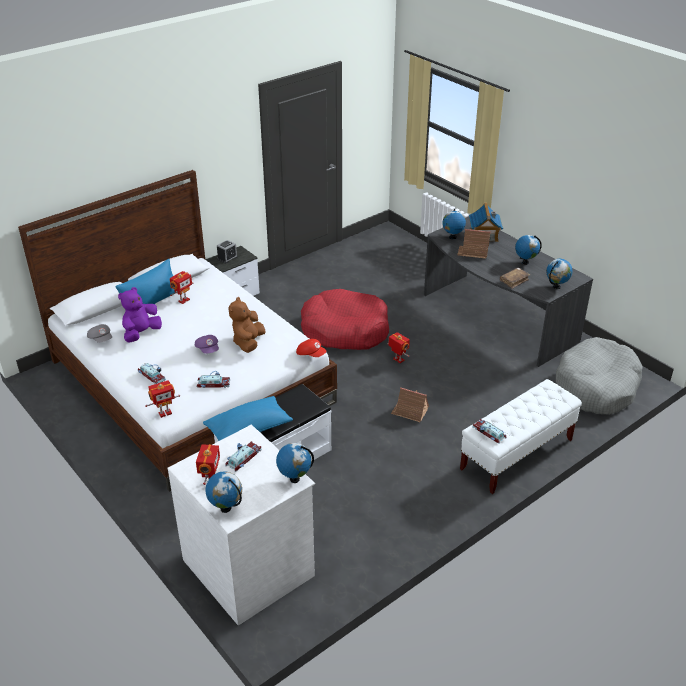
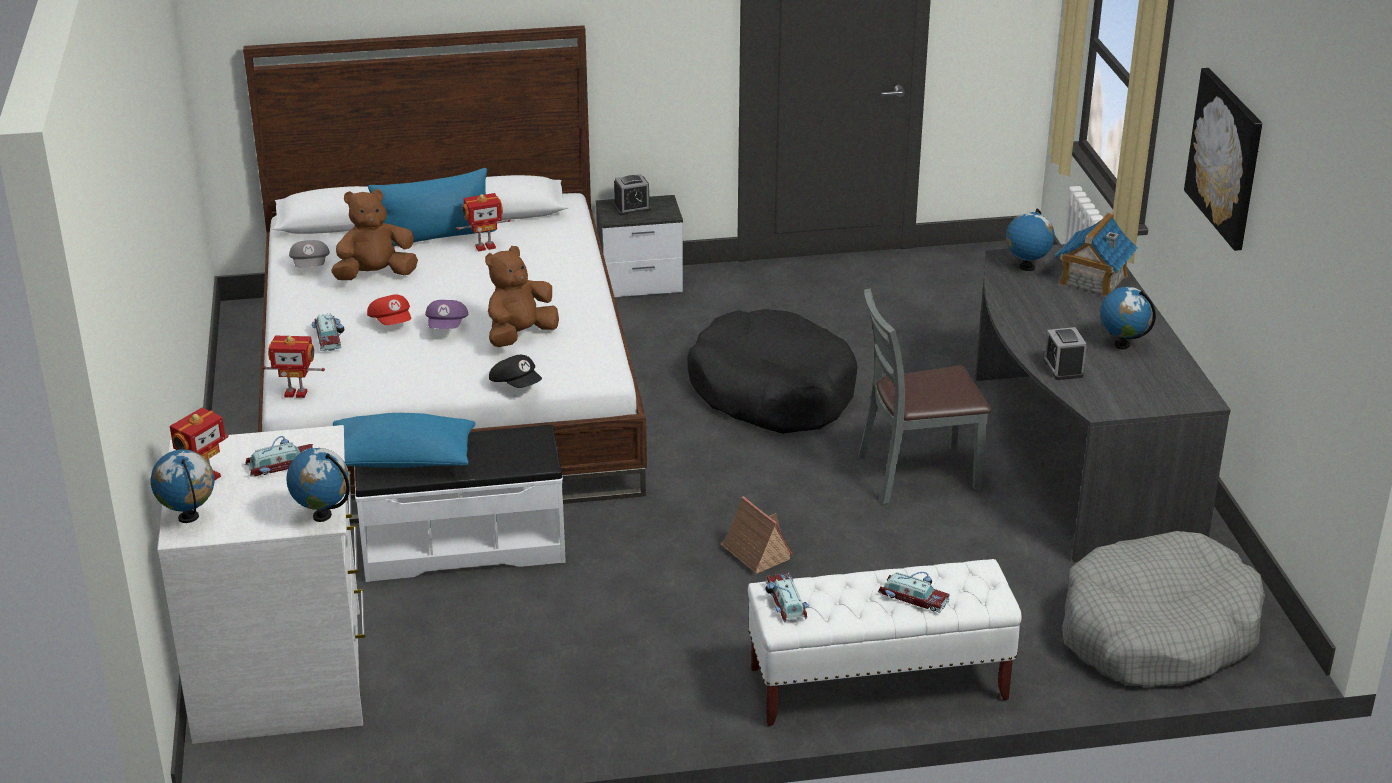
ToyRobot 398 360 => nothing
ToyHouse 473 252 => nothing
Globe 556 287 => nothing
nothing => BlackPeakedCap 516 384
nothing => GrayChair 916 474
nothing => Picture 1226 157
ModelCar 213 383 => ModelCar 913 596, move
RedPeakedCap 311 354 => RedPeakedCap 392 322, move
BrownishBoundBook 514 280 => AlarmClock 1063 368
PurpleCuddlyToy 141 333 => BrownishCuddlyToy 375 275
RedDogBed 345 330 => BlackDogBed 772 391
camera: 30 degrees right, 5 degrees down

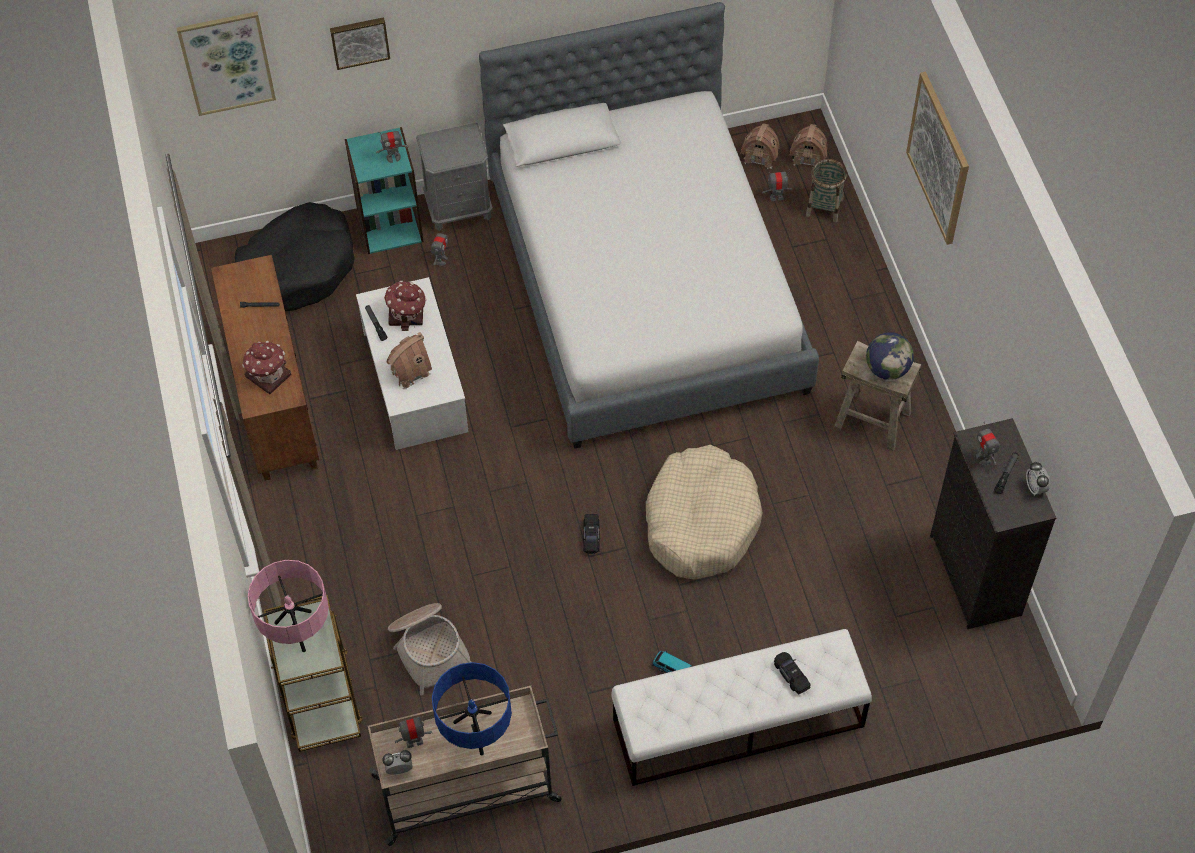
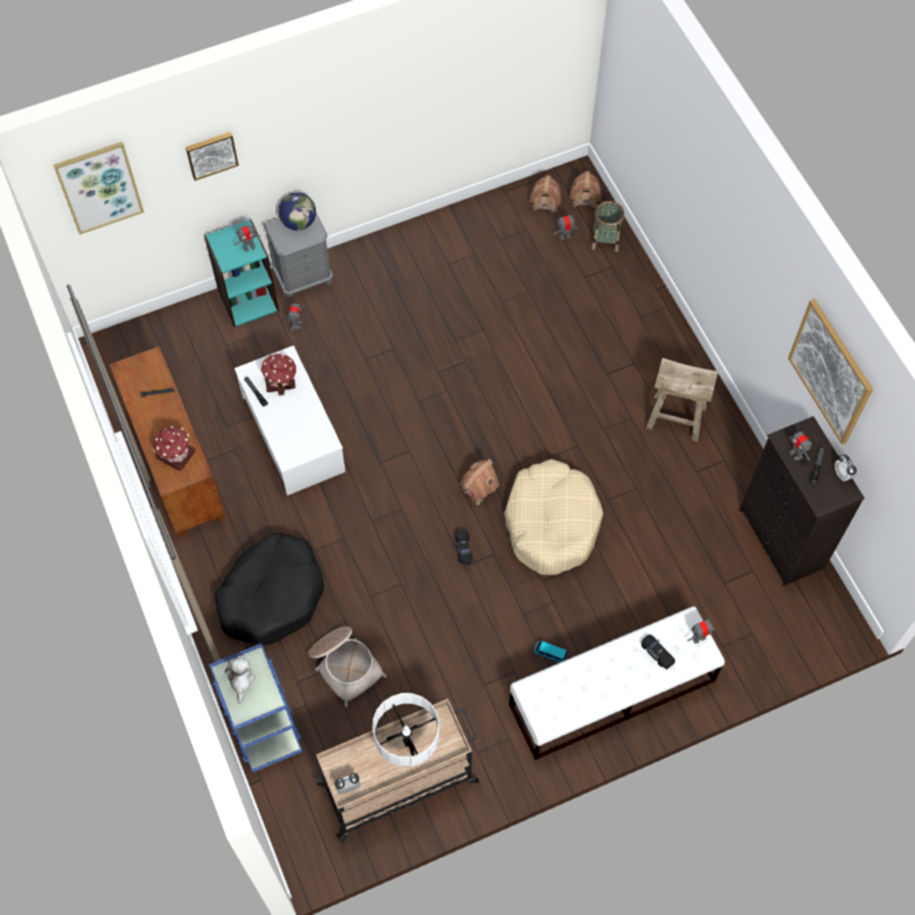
SleepingBed 646 285 => nothing
BlackDogBed 298 267 => BlackDogBed 272 595, move
ToyHouse 410 371 => ToyHouse 478 488, move
ToyRobot 414 742 => ToyRobot 699 638, move
Globe 887 369 => Globe 298 222, move
Picture 939 158 => Picture 830 371, move
PinkColouredLampForATable 297 633 => CuddlyToy 241 680
BrownishTrolley 320 697 => BlueTrolley 261 720
BlueLampForATable 476 734 => WhiteLampForATable 408 747
camera: 10 degrees left, 5 degrees up

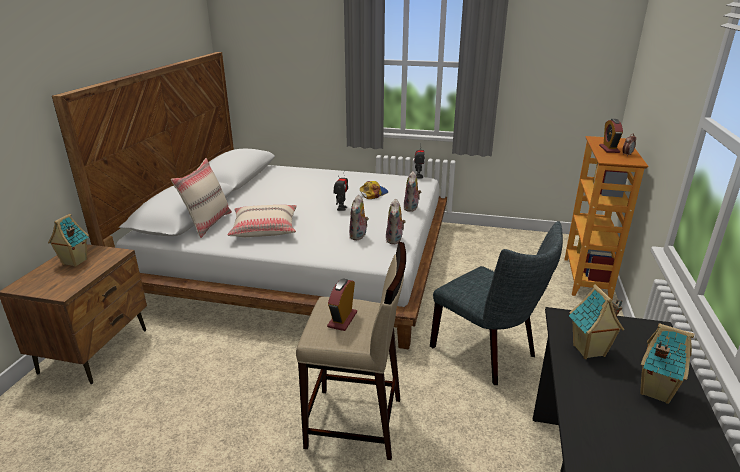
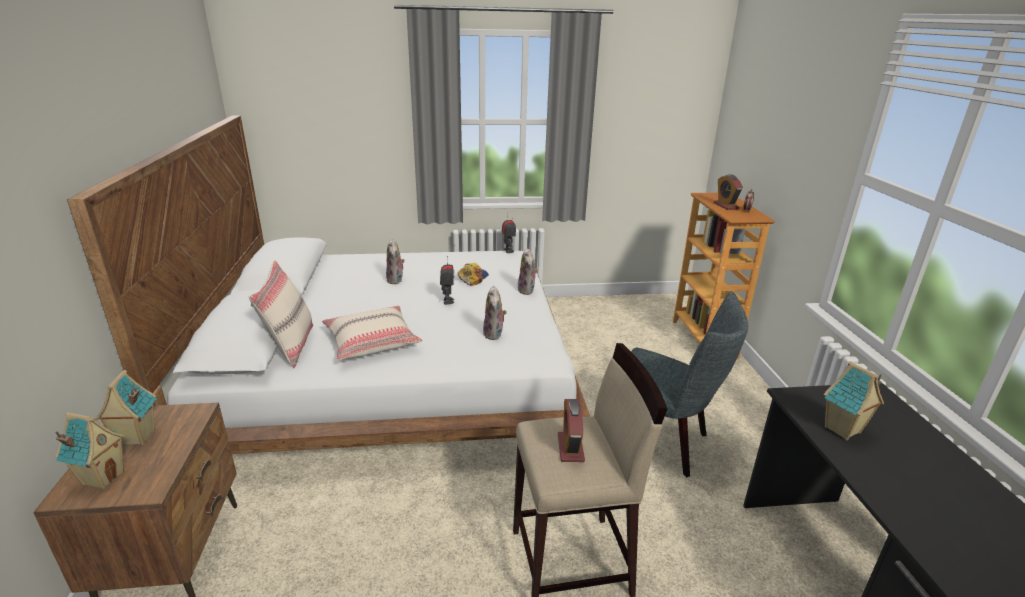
CuddlyToy 395 240 => CuddlyToy 396 280, move
ToyHouse 654 390 => ToyHouse 103 477, move
camera: 20 degrees left, 0 degrees up

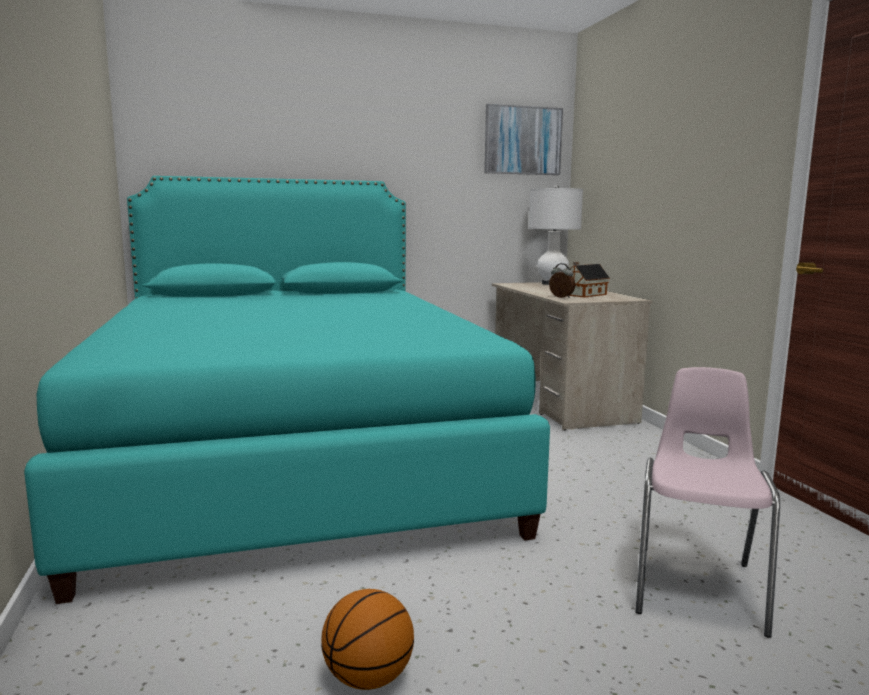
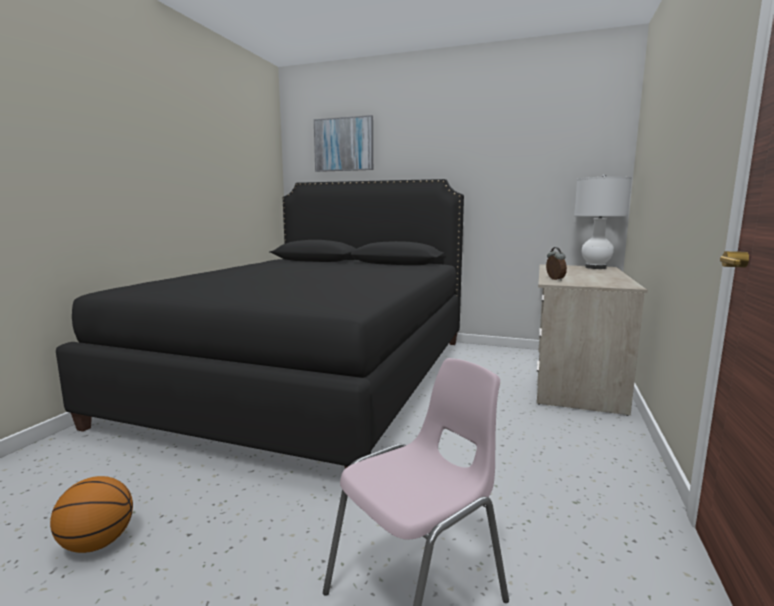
ToyHouse 583 295 => nothing
Picture 522 140 => Picture 344 144, move
TurquoiseSleepingBed 293 455 => BlackSleepingBed 313 376
camera: 35 degrees right, 0 degrees up

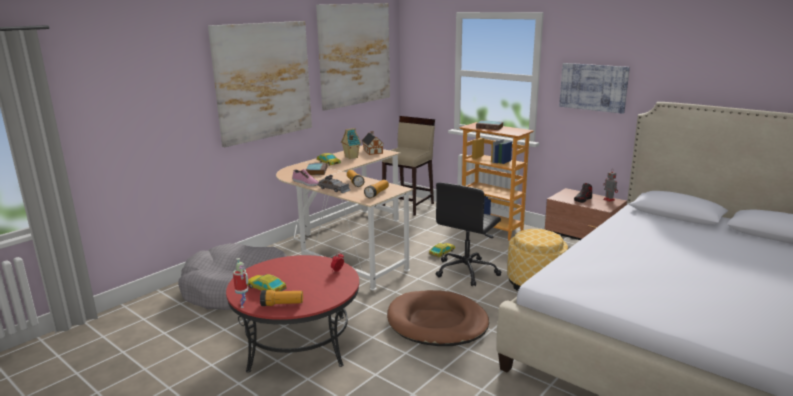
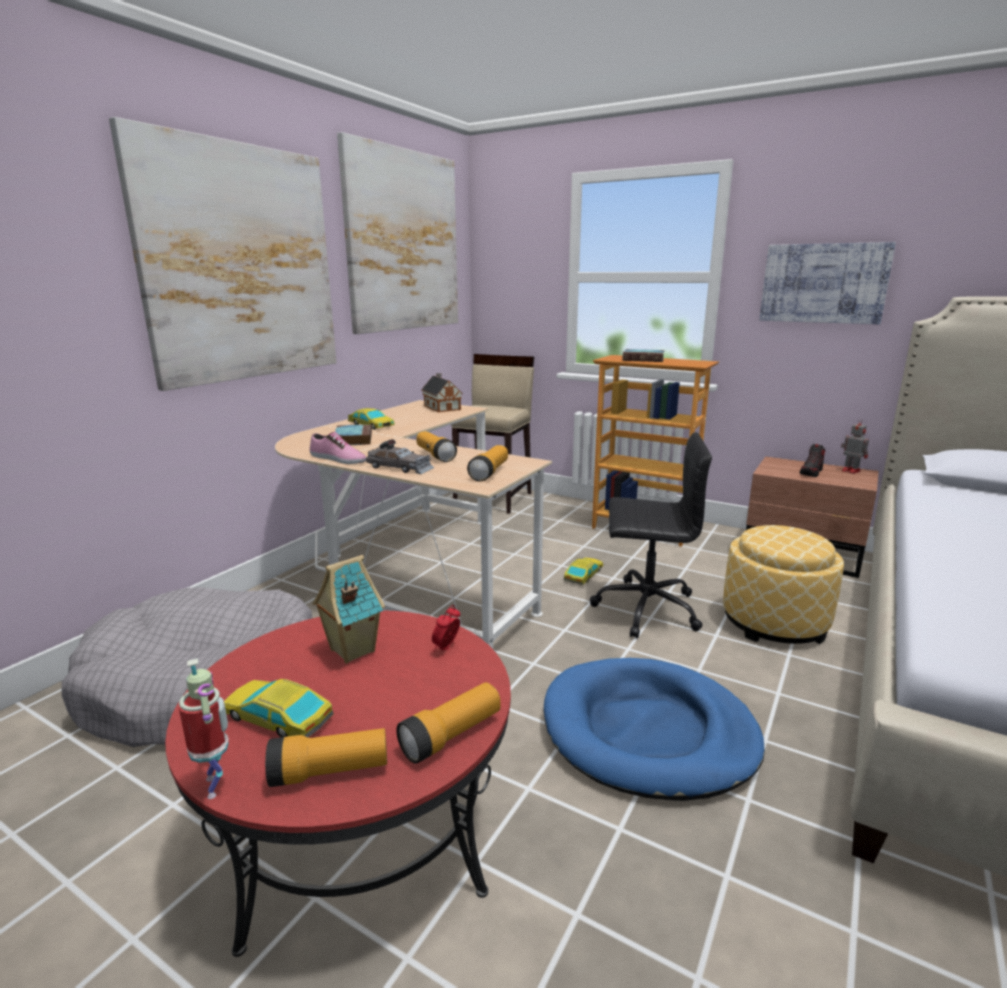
nothing => HandTorch 451 735
ToyHouse 351 157 => ToyHouse 351 651, move
BrownishDogBed 437 322 => BlueDogBed 648 732
BlackDeskChair 467 271 => BlackDeskChair 644 608, 105 degrees counterclockwise
camera: 10 degrees left, 0 degrees up

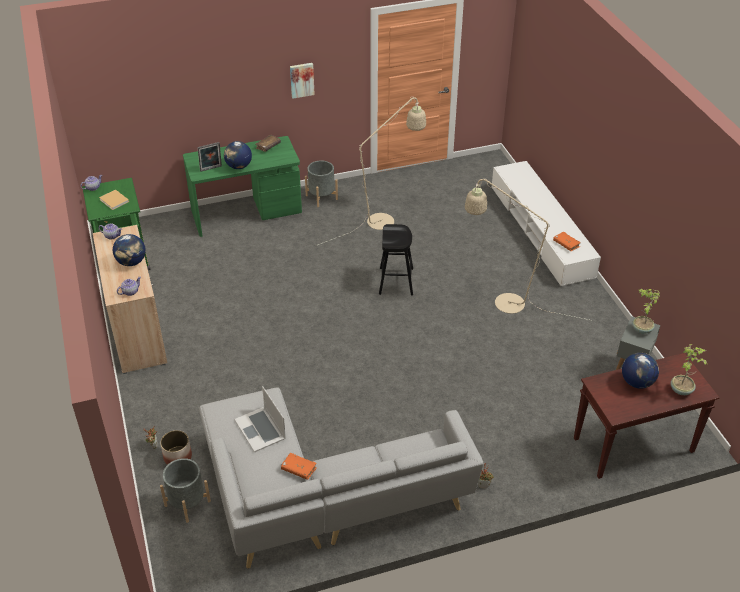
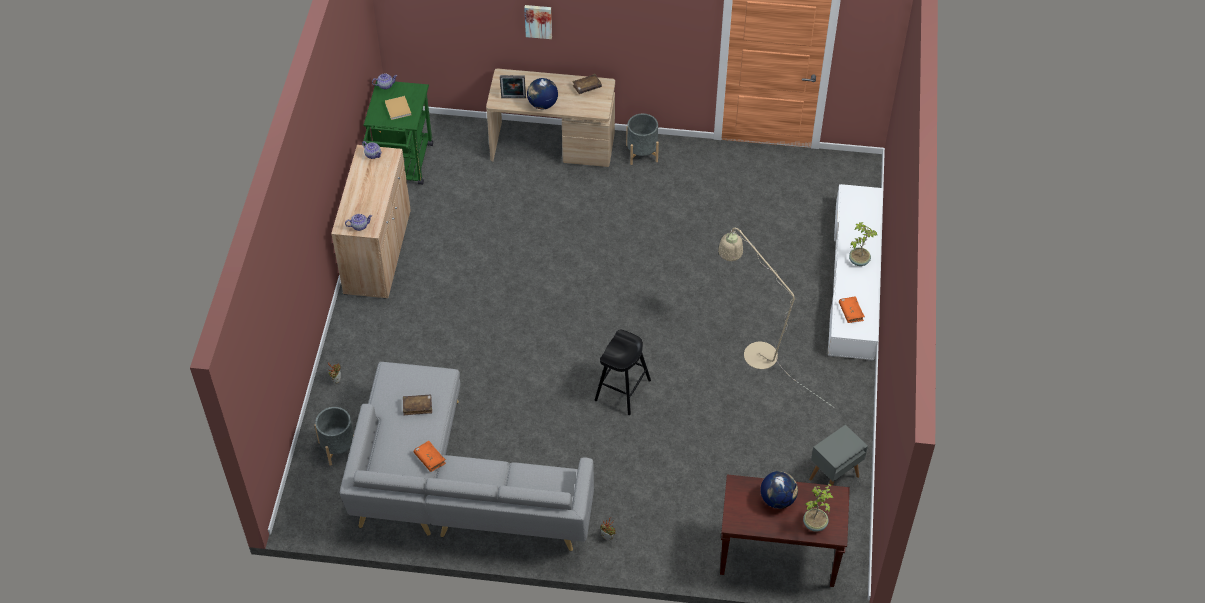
Globe 131 262 => nothing
PlantPot 178 457 => nothing
BeigeColouredFloorLamp 386 218 => nothing
Picture 301 79 => Picture 538 20, move
BlackStoolSeat 396 281 => BlackStoolSeat 622 390, move
Houseplant 641 329 => Houseplant 858 261, move
Laptop 260 429 => BrownishBoundBook 417 407
GreenColouredDesk 246 212 => BeigeColouredDesk 553 146
camera: 25 degrees right, 10 degrees up

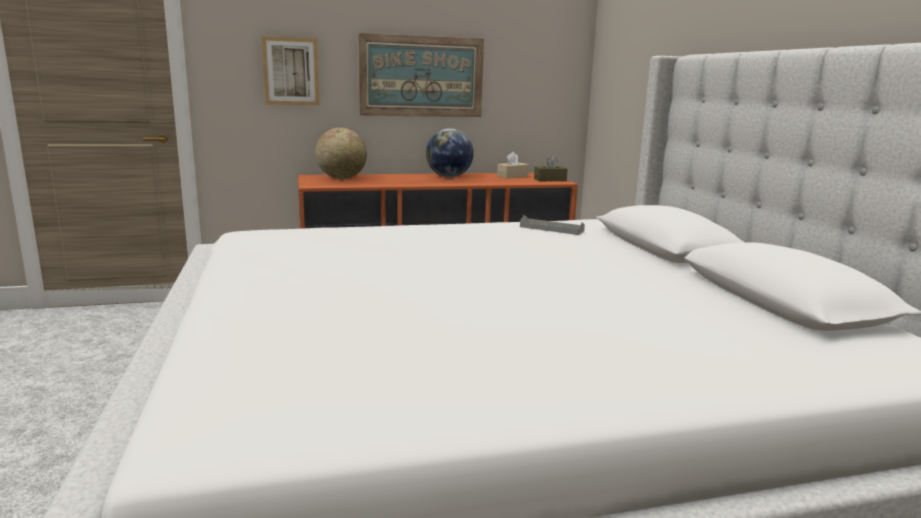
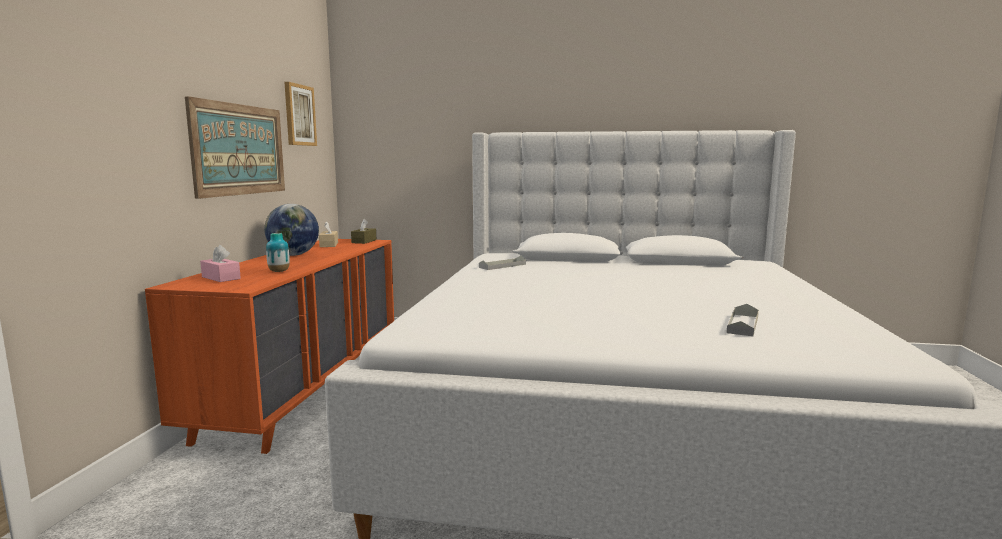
nothing => Vase 279 271
nothing => GrayCarryingTray 743 324
Picture 291 71 => Picture 299 115, move
Globe 341 178 => PinkColouredTissueBox 221 278
camera: 65 degrees left, 5 degrees down

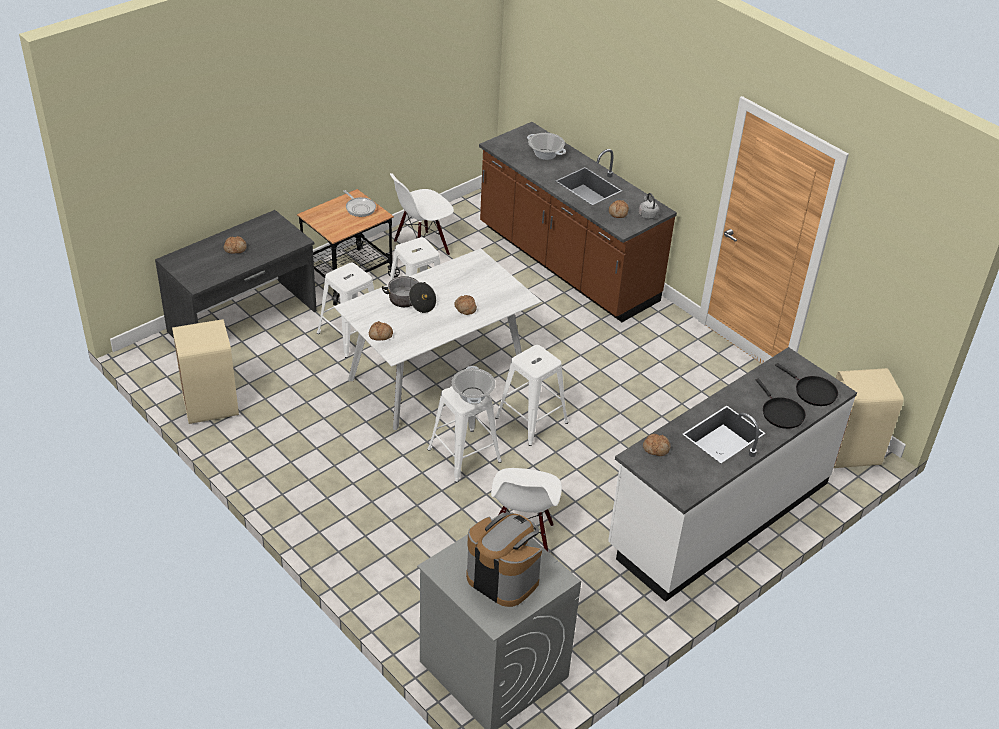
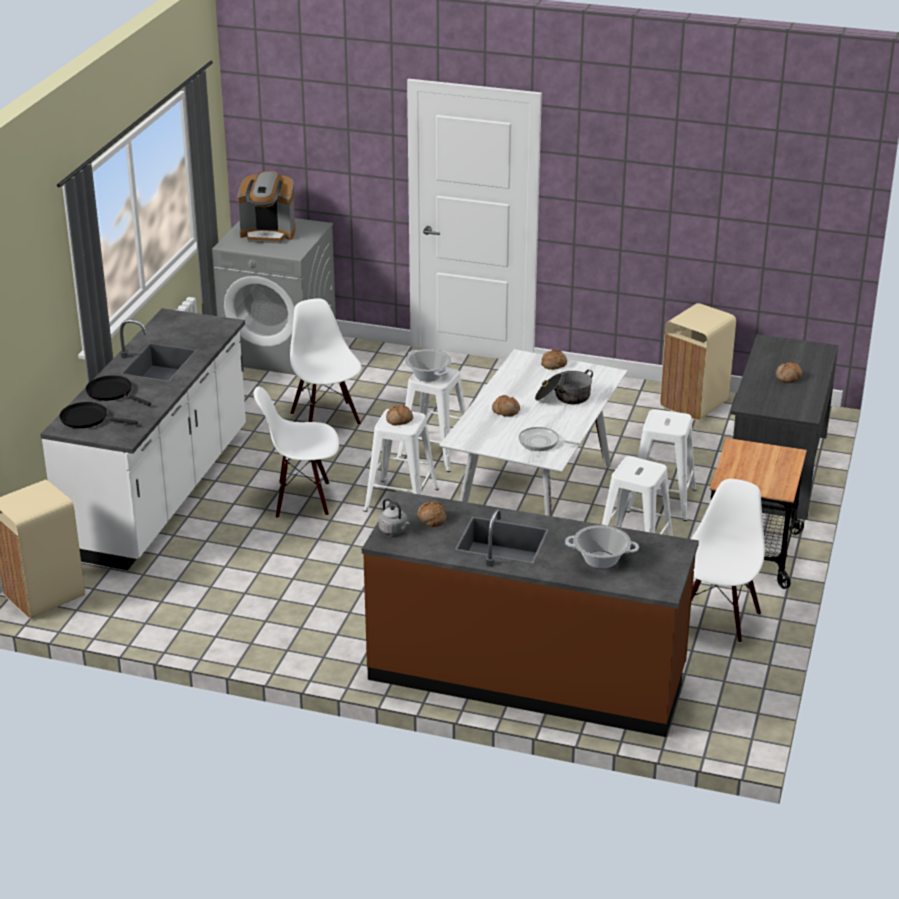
nothing => WhiteChair 302 499
FryingPan 359 208 => FryingPan 541 442, move
BakeryBread 656 448 => BakeryBread 399 420, move
camera: 150 degrees right, 10 degrees down

